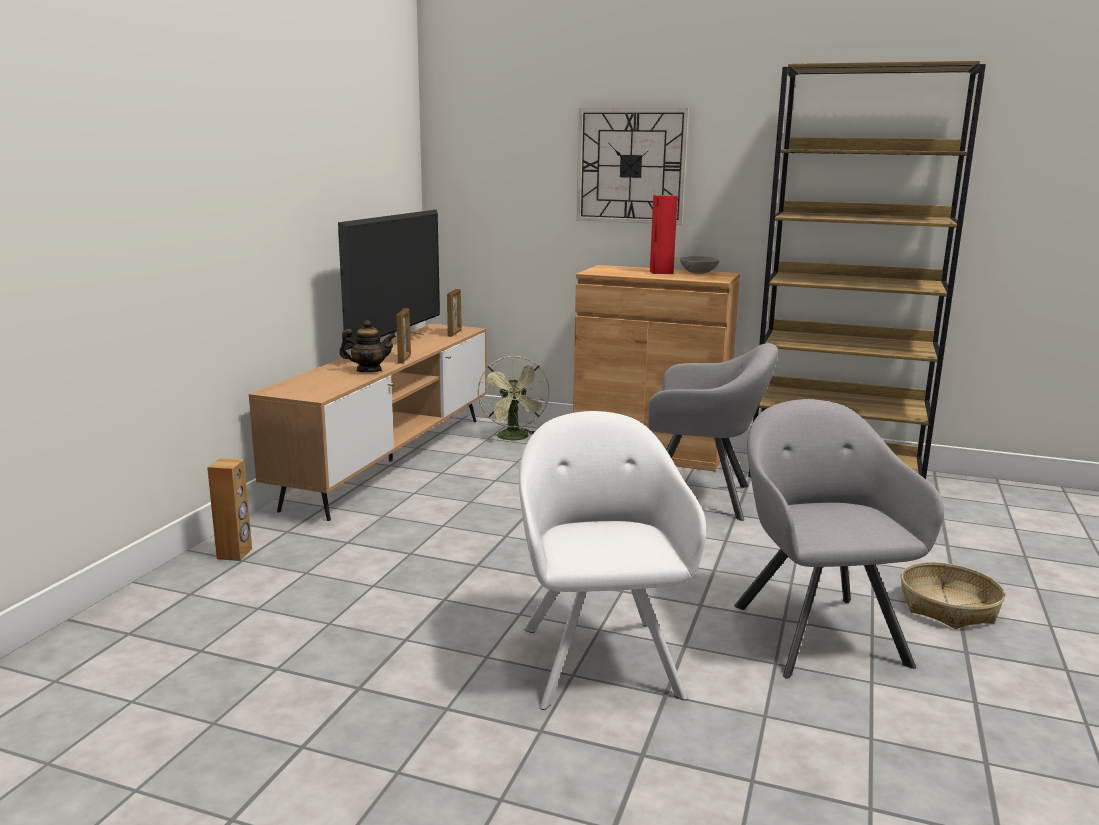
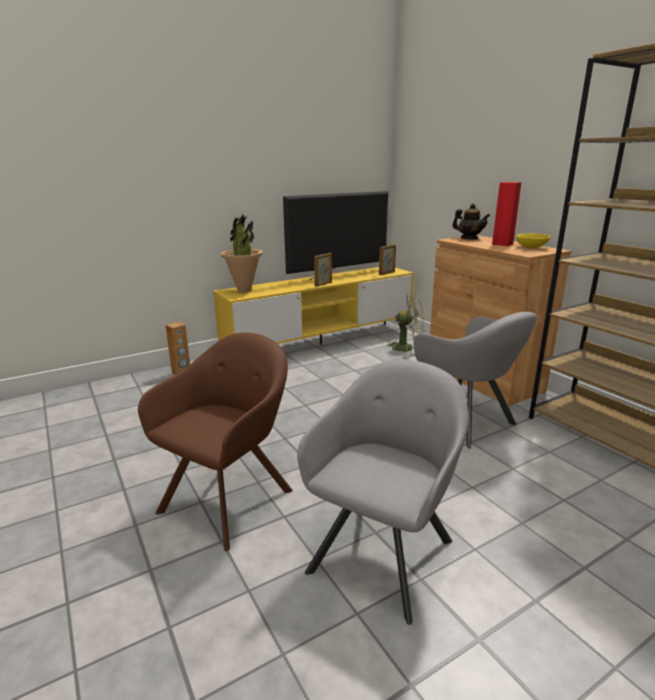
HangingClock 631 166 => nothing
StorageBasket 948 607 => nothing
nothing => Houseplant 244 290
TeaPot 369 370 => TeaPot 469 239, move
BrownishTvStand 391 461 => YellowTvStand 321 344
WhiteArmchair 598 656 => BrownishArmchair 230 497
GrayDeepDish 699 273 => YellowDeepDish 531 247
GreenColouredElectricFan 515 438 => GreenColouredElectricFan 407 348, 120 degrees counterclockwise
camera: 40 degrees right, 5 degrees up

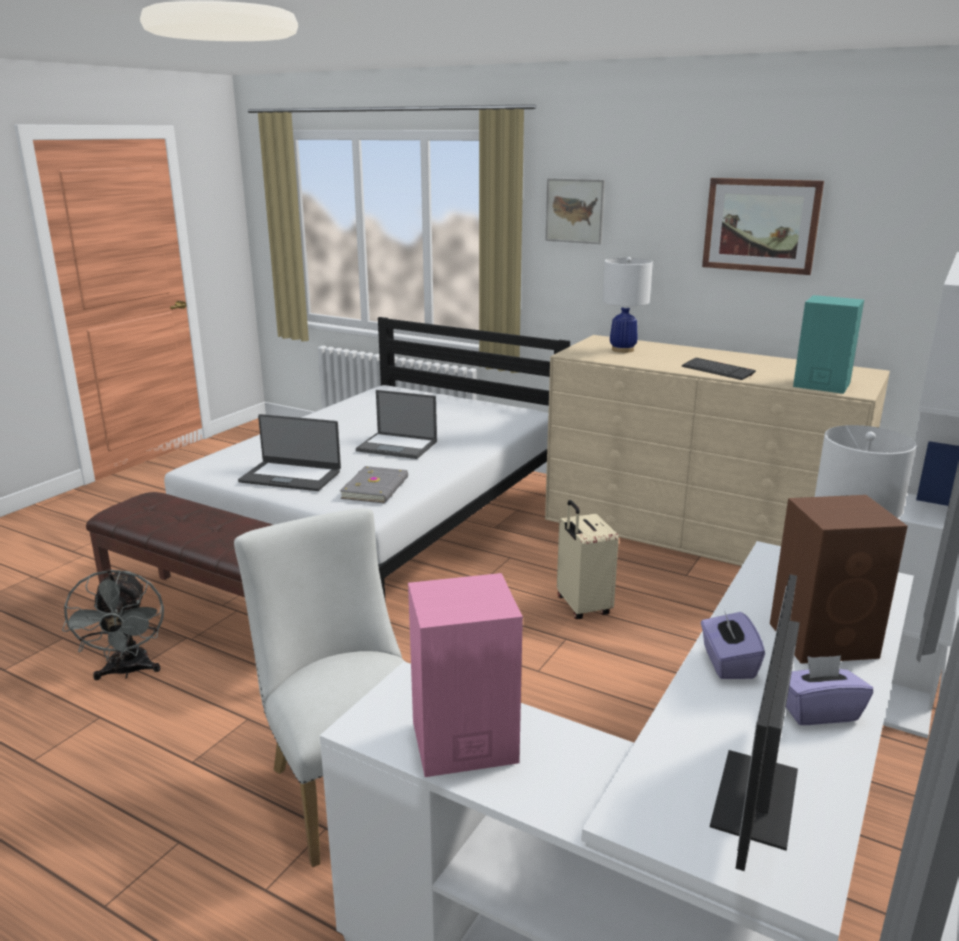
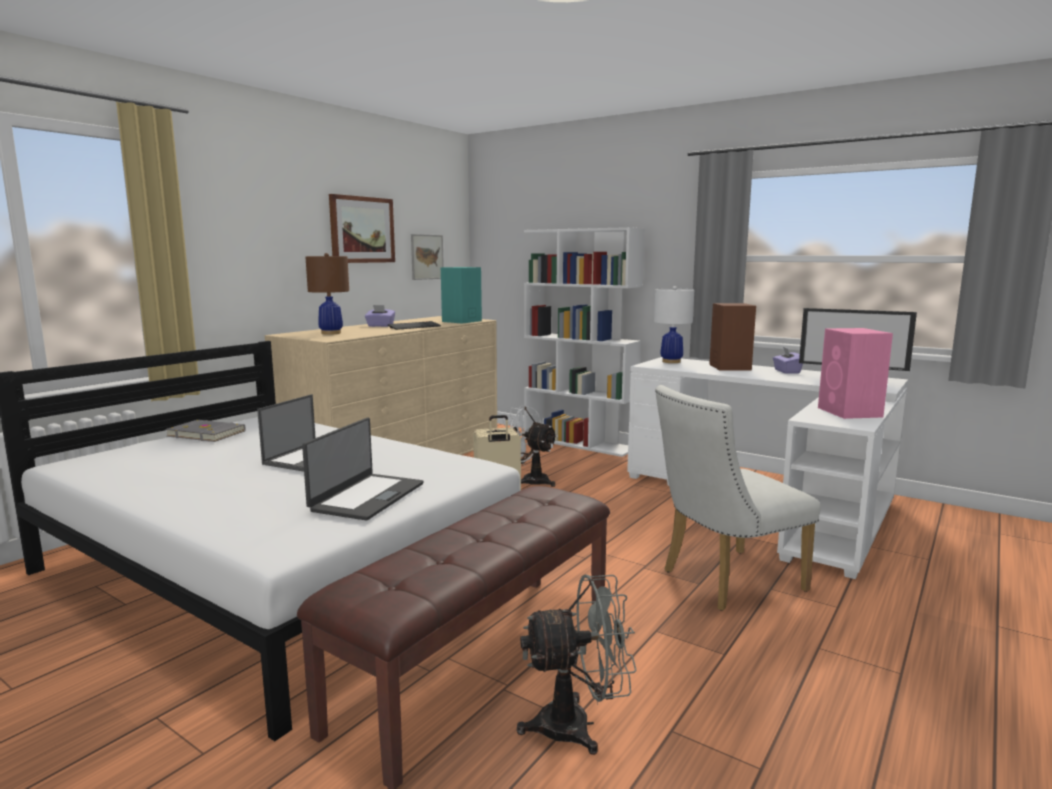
nothing => WhiteElectricFan 529 480
GrayBoundBook 376 488 => GrayBoundBook 207 433, move
Picture 574 210 => Picture 427 257, move
PurpleTissueBox 727 663 => PurpleTissueBox 380 326, move
WhiteLampForATable 623 350 => BrownishLampForATable 331 333
camera: 85 degrees left, 10 degrees down

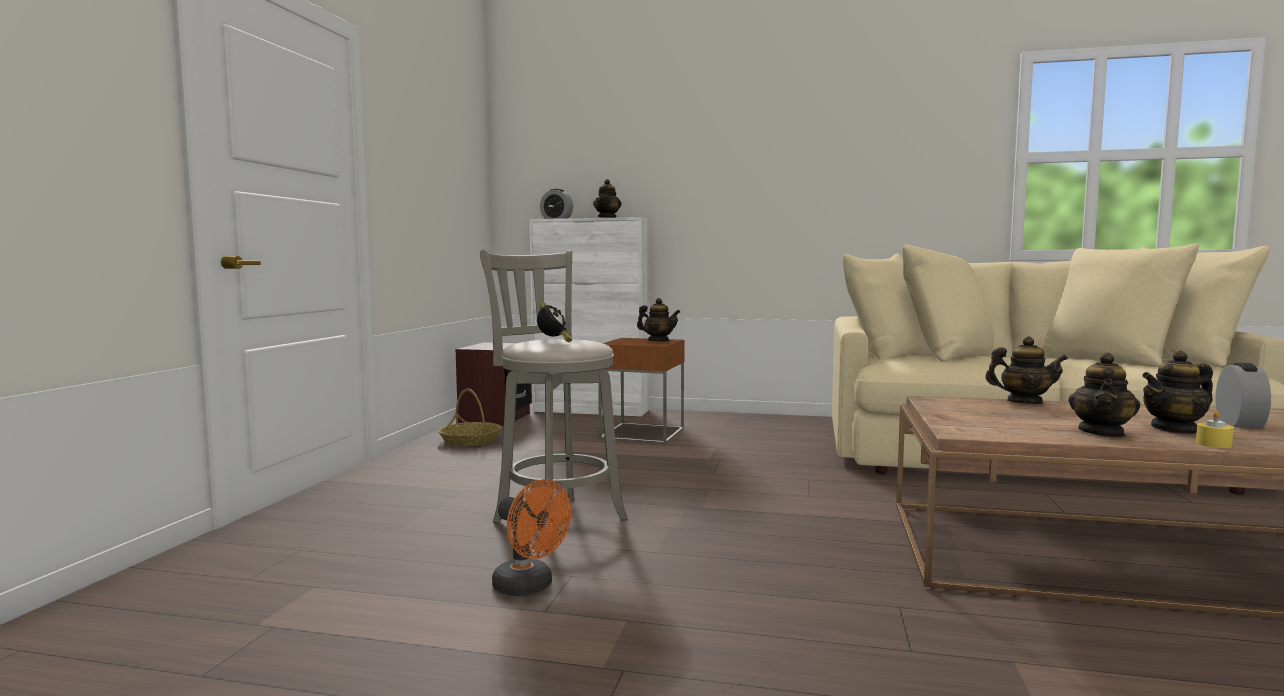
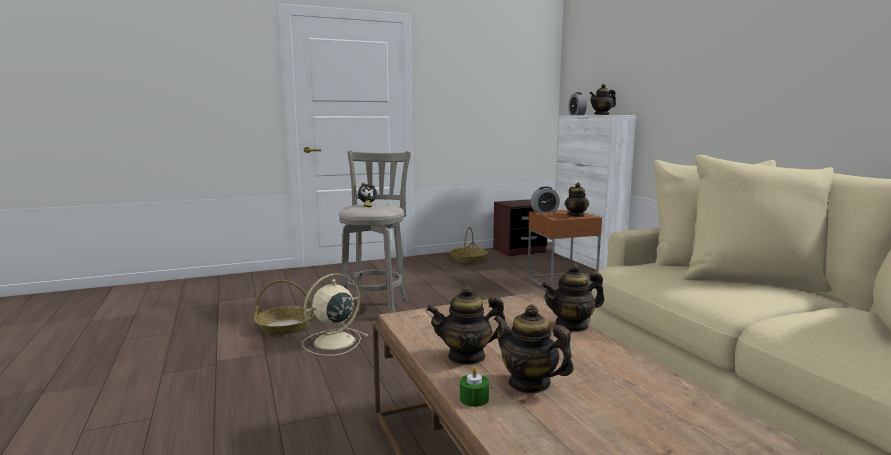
nothing => BeigeColouredElectricFan 332 342
AlarmClock 1239 423 => AlarmClock 544 212, move
OrangeColouredElectricFan 530 587 => StorageBasket 285 326
YellowWaxLight 1213 444 => GreenColouredWaxLight 474 398
TeaPot 1024 402 => TeaPot 572 325, 90 degrees clockwise
camera: 55 degrees right, 5 degrees up

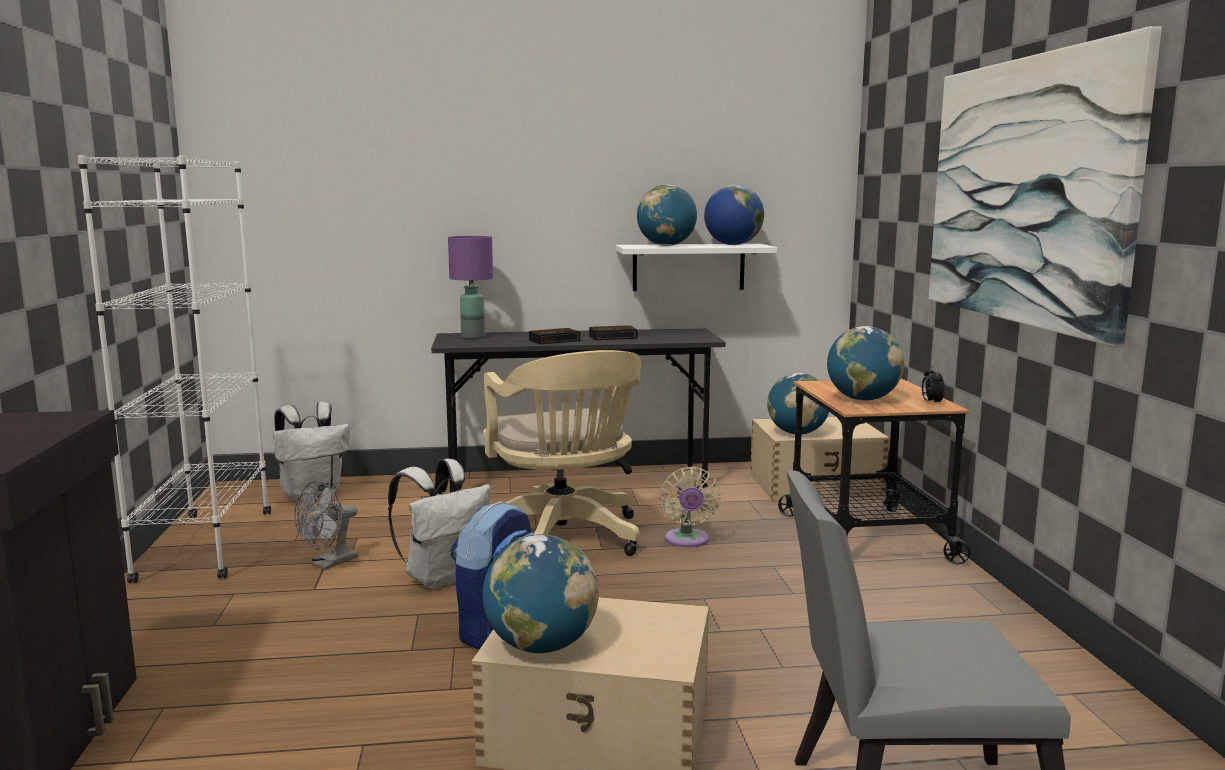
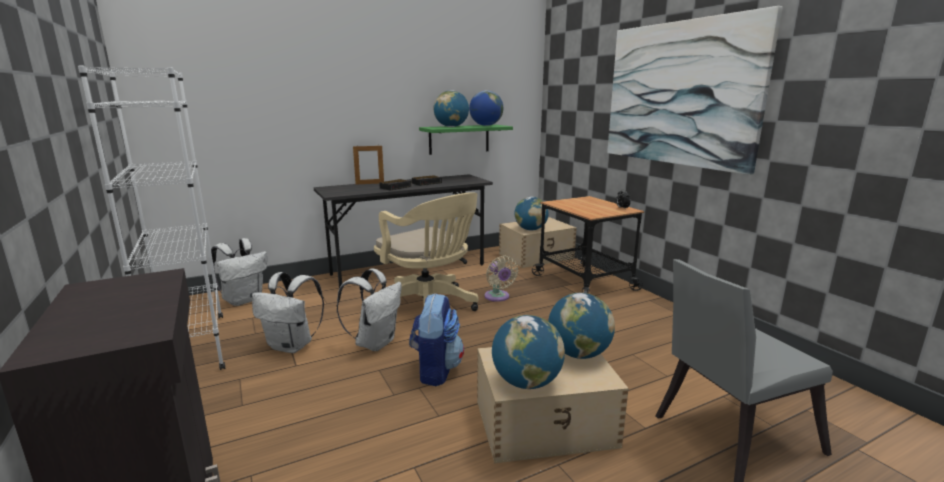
PurpleLampForATable 472 337 => nothing
nothing => PictureFrame 369 183
Globe 862 399 => Globe 578 354, move
GrayElectricFan 329 563 => WhiteBackpack 292 346
WhiteShelf 688 267 => GreenColouredShelf 459 139
camera: 20 degrees left, 5 degrees up

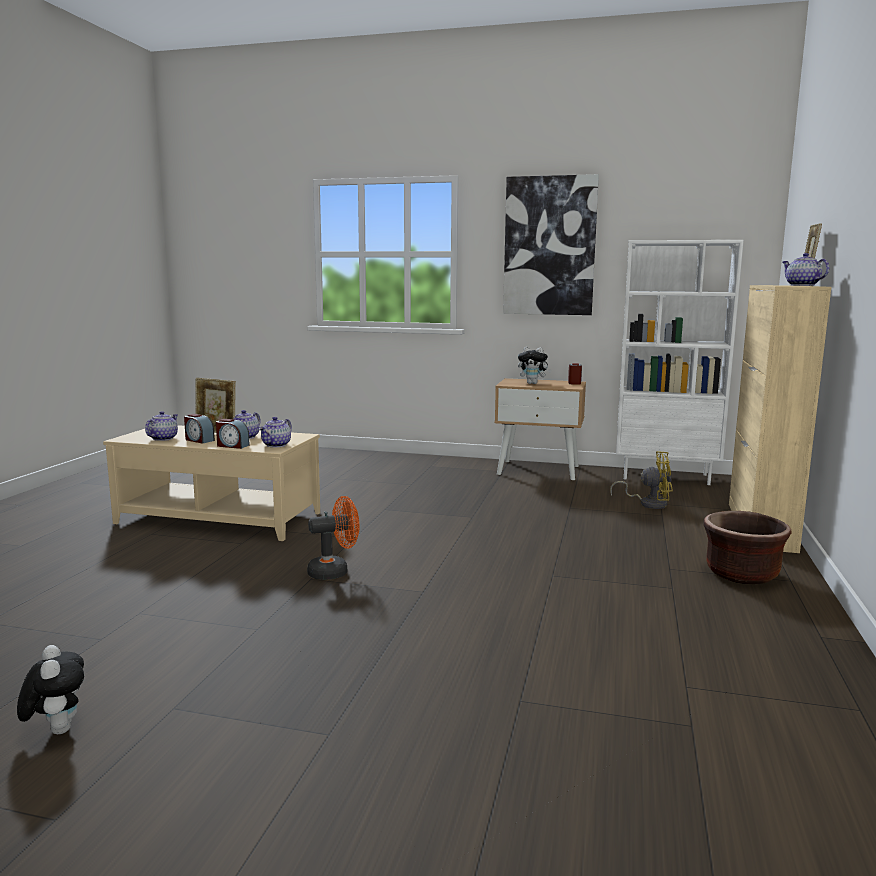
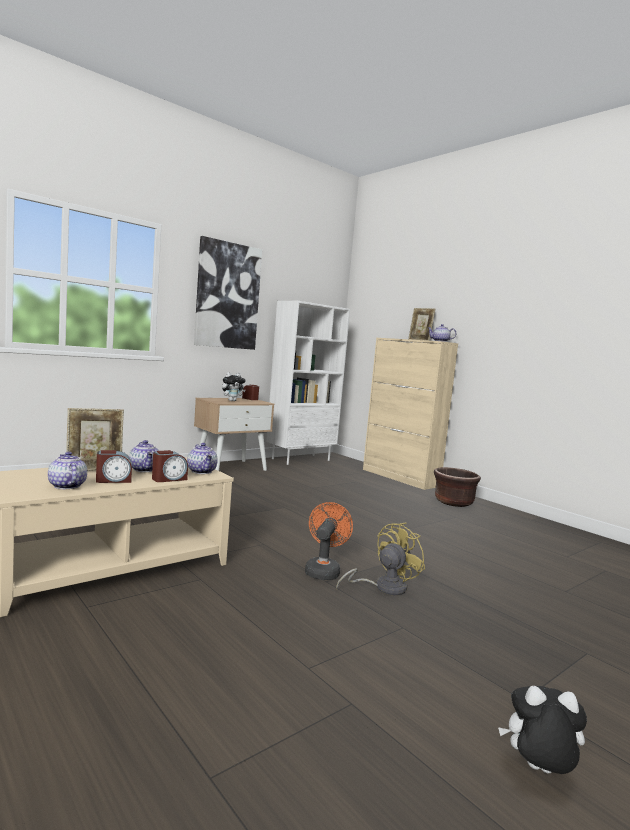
YellowElectricFan 648 503 => YellowElectricFan 383 587, move
camera: 55 degrees left, 5 degrees down

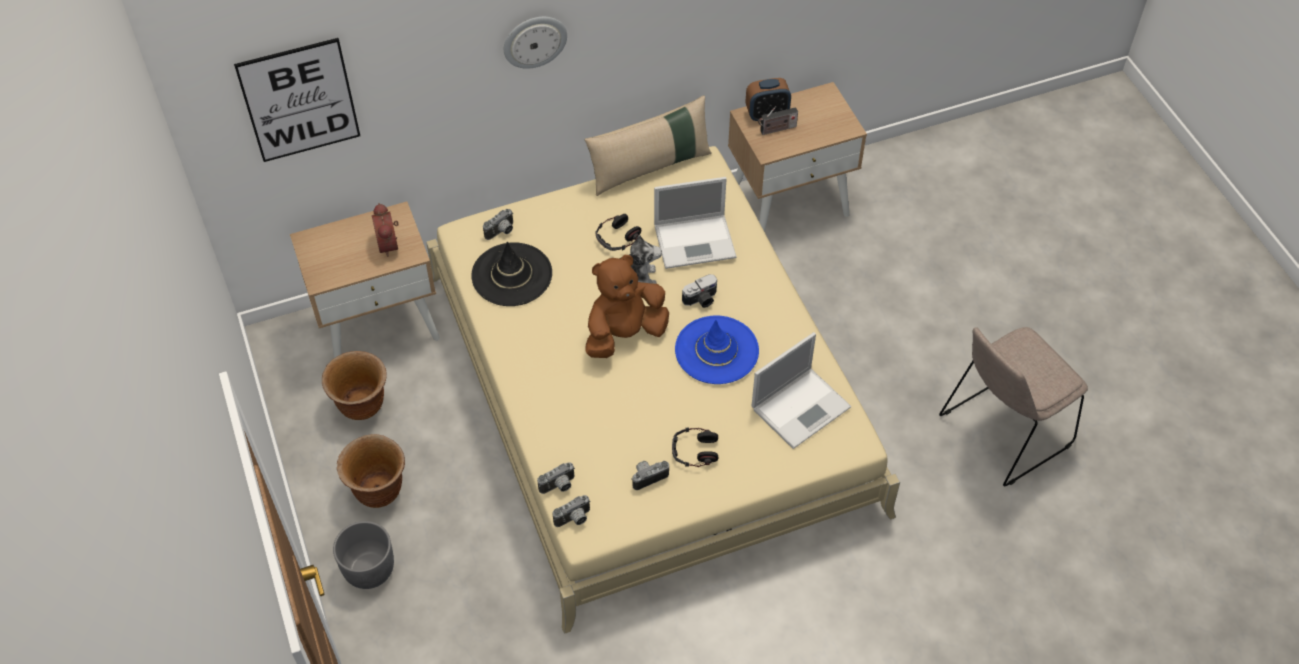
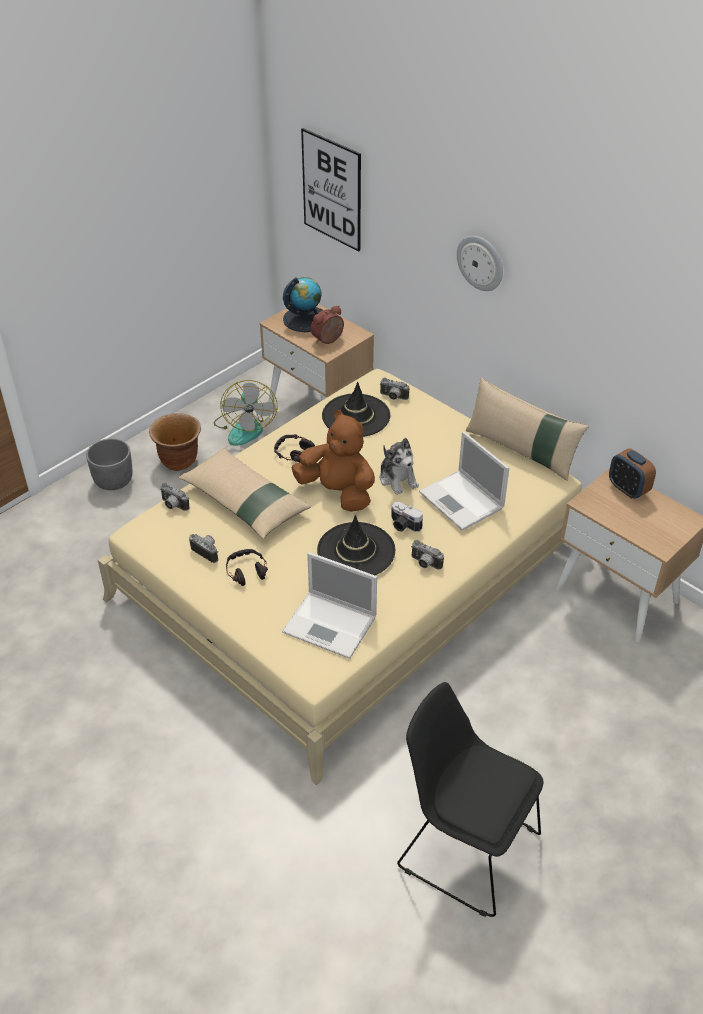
Radio 776 129 => nothing
nothing => BeigeColouredCushion 244 502
nothing => Globe 305 319
PhotoCamera 574 519 => PhotoCamera 424 564, move
Headset 618 237 => Headset 293 452, move
BrownishPlantPot 362 405 => ElectricFan 245 427
BlueHat 716 350 => BlackHat 356 551
BeigeColouredChair 1002 432 => BlackChair 464 846
camera: 65 degrees right, 10 degrees down

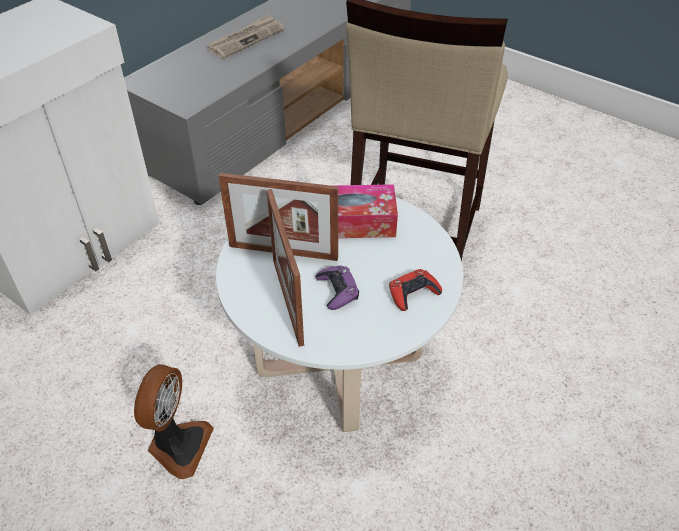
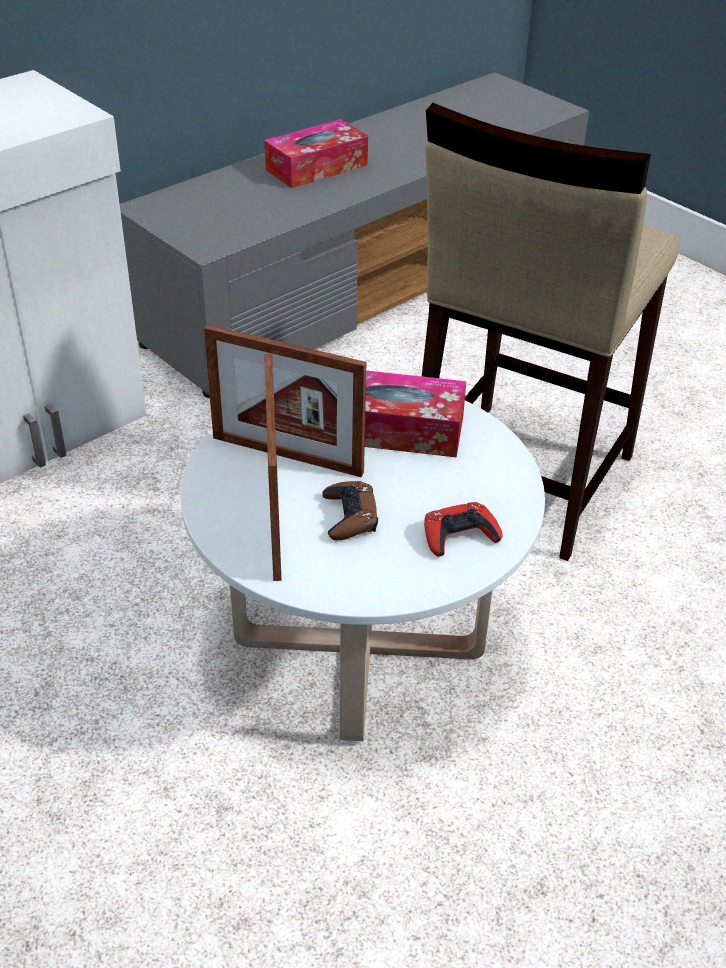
ElectricFan 178 445 => nothing
Newspaper 246 39 => TissueBox 316 167
PurpleJoypad 337 291 => BrownishJoypad 350 516
camera: 10 degrees right, 5 degrees down

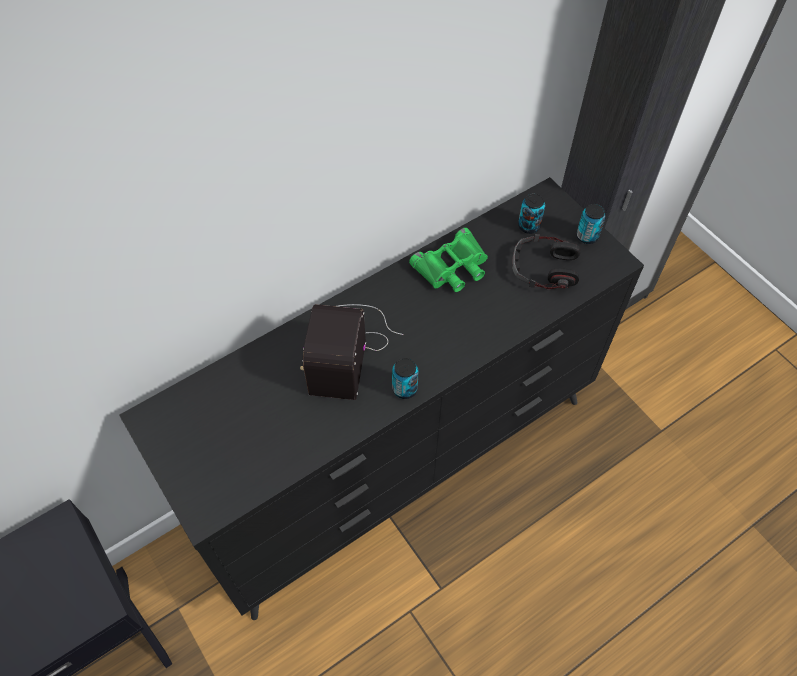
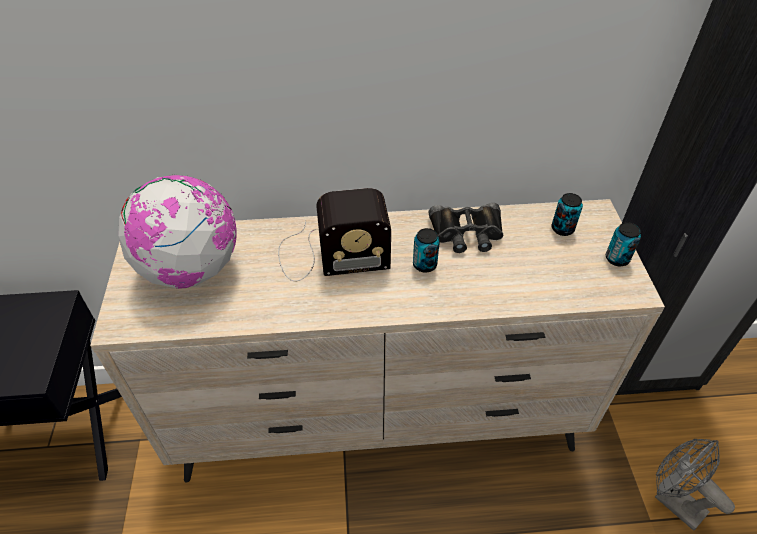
Headset 544 269 => nothing
nothing => Globe 192 269
nothing => GrayElectricFan 672 500
MetalCan 405 389 => MetalCan 424 265, move
BlackChestOfDrawers 399 463 => BeigeColouredChestOfDrawers 380 420
GreenColouredFieldGlasses 452 267 => BlackFieldGlasses 467 233
Radio 347 347 => Radio 329 254, 135 degrees counterclockwise
camera: 30 degrees right, 10 degrees down

